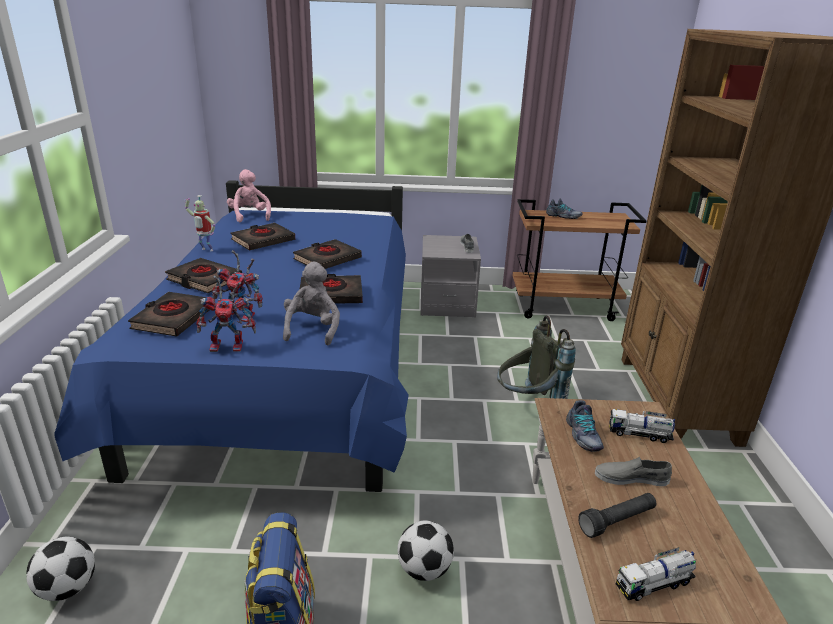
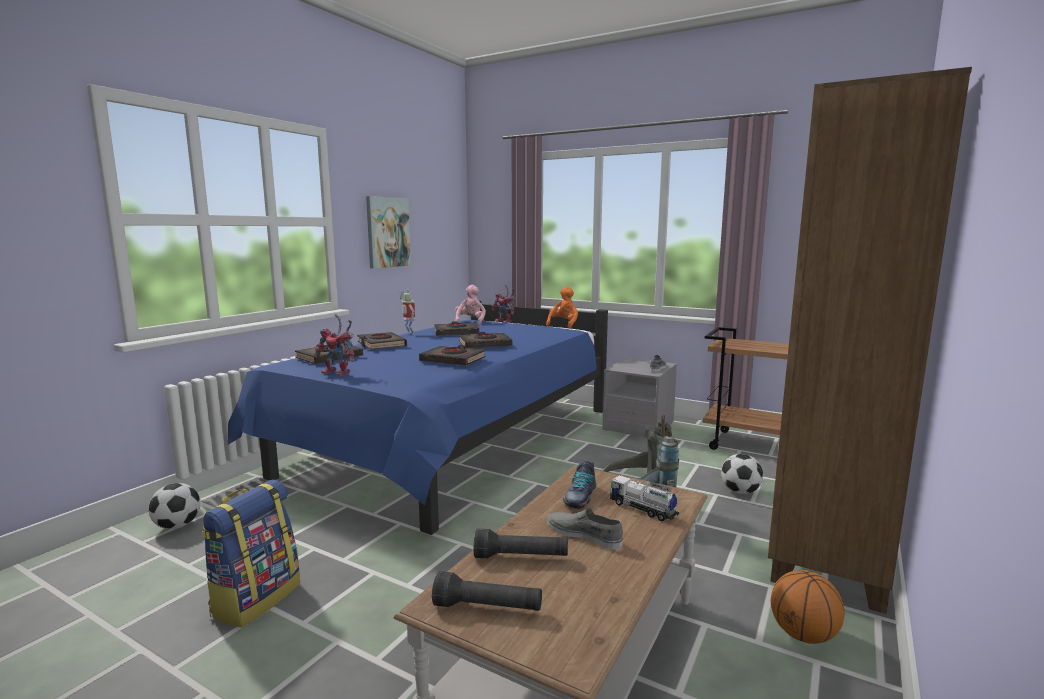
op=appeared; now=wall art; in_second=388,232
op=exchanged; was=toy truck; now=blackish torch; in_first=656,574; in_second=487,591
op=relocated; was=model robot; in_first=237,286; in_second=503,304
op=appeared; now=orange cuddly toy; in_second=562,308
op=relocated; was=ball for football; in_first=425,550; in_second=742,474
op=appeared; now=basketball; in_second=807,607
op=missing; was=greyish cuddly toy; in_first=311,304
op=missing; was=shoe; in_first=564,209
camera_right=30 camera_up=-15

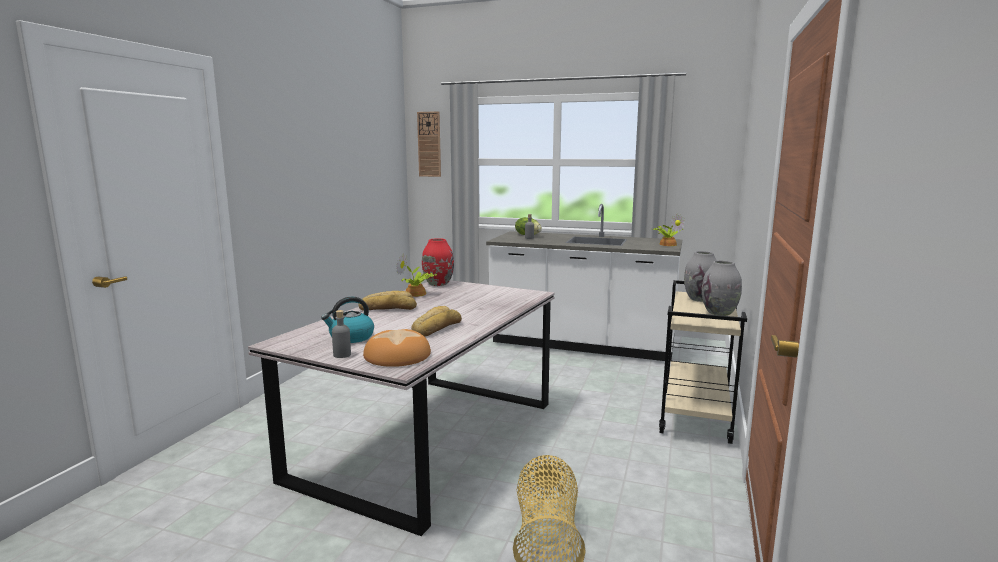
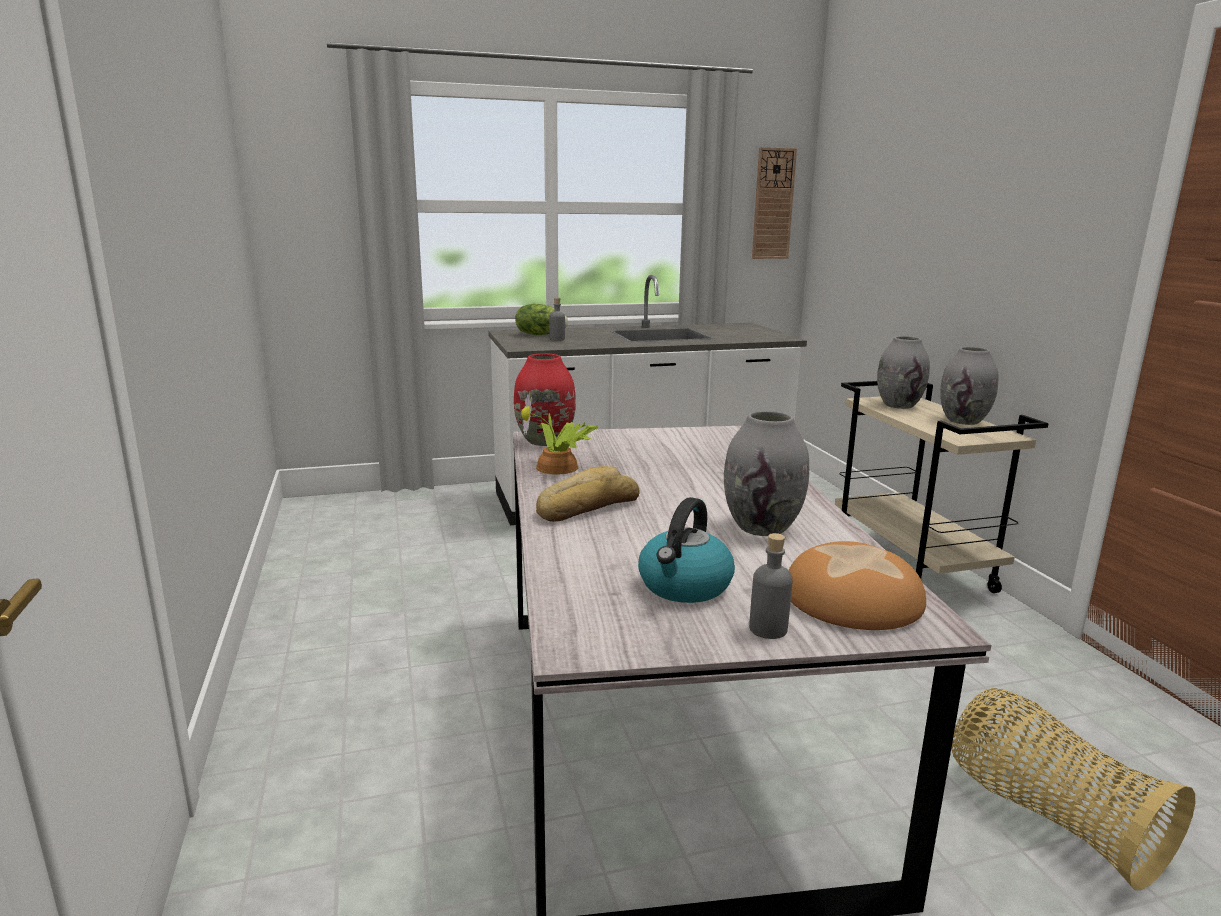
op=exchanged; was=bakery bread; now=greyish vase; in_first=436,321; in_second=766,473
op=relocated; was=clock on the wall; in_first=429,144; in_second=774,203
op=missing; was=plant in a pot; in_first=669,230
camera_right=-35 camera_up=5

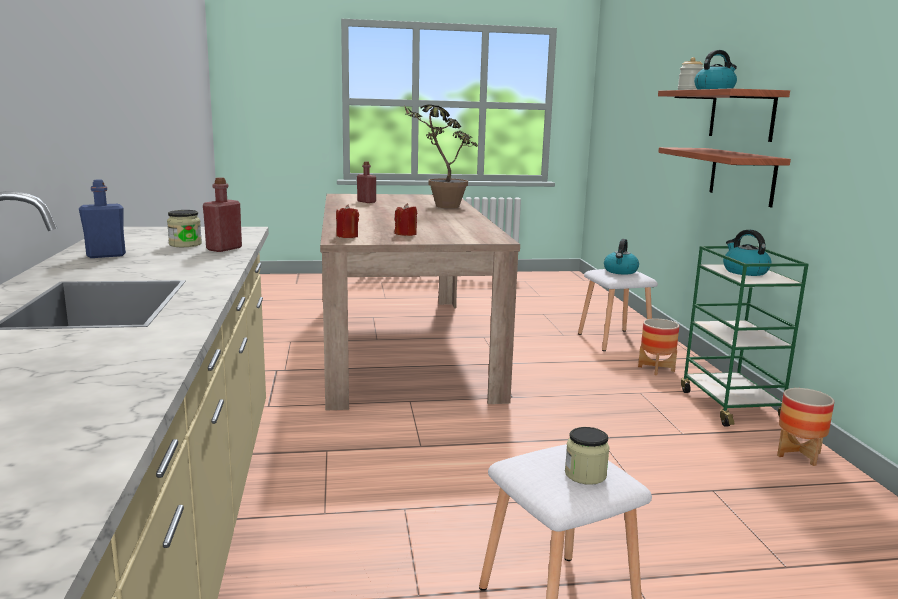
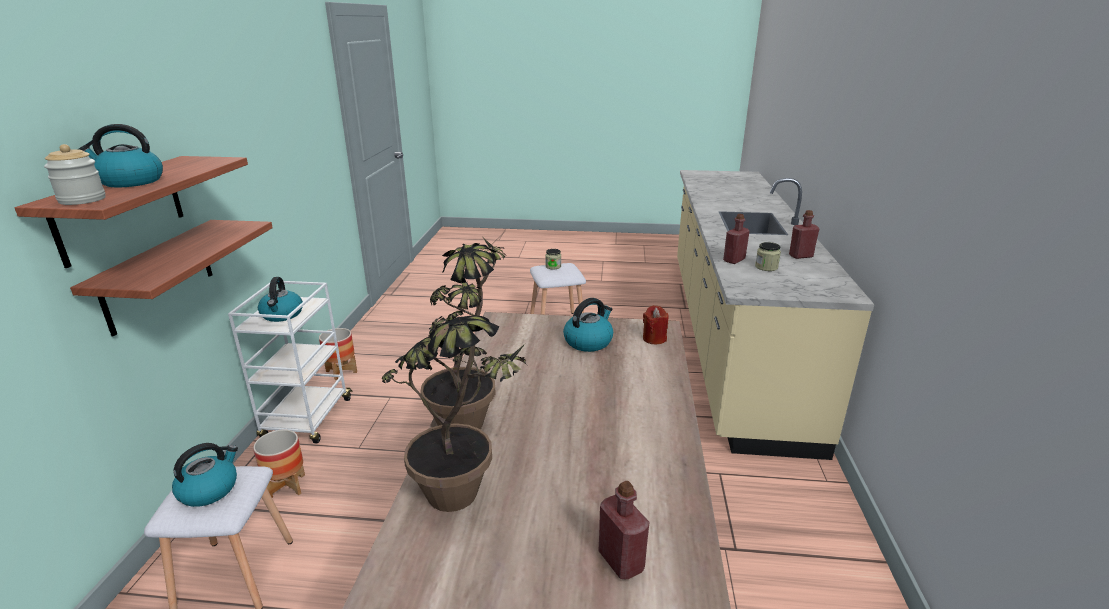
op=colour; was=greenish trolley; now=whitish trolley; in_first=745,336; in_second=290,362
op=appeared; now=plant in a pot; in_second=463,334
op=exchanged; was=reddish candle; now=water kettle; in_first=406,219; in_second=588,325
op=colour; was=blue-coloured drink bottle; now=reddish drink bottle; in_first=102,218; in_second=804,234
camera_right=-165 camera_up=10

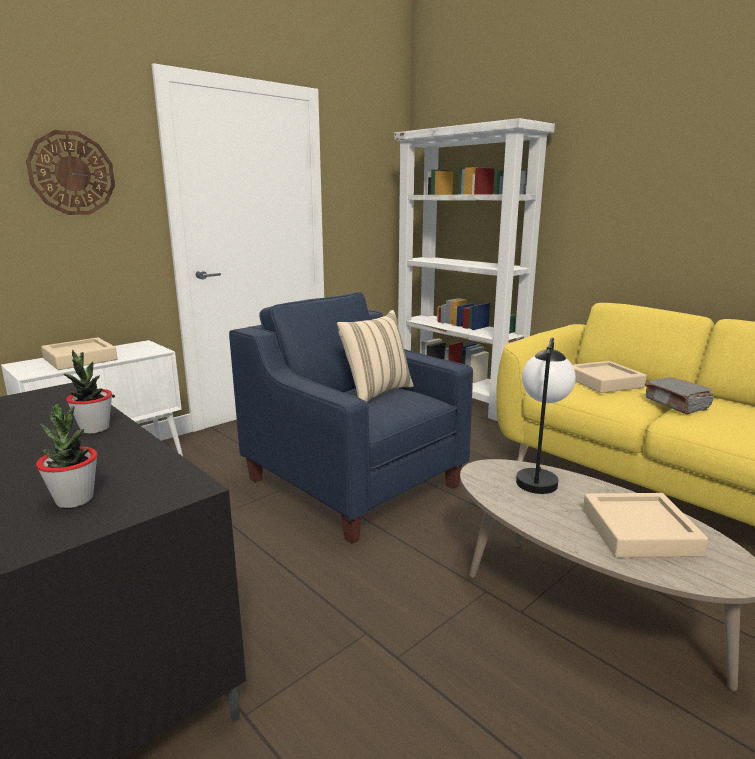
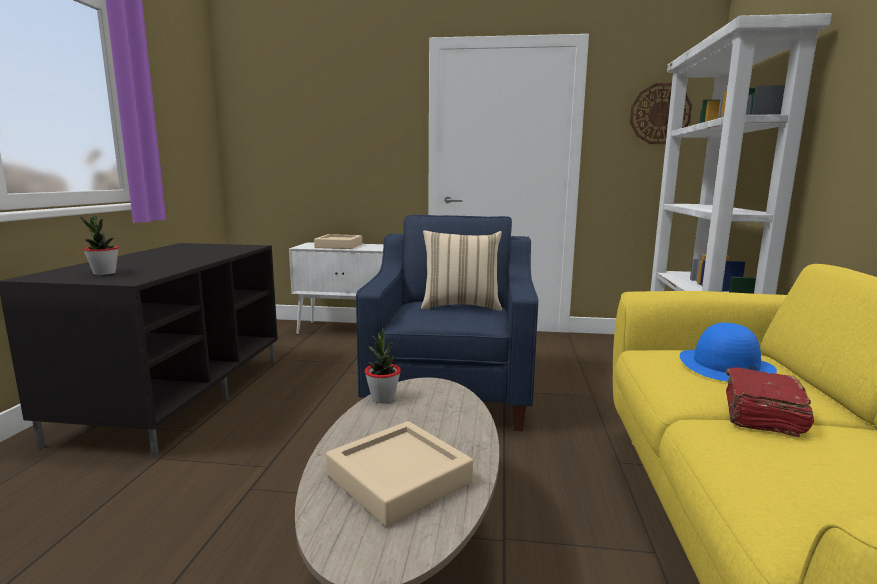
op=relocated; was=plant in a pot; in_first=87,392; in_second=383,365
op=relocated; was=clock on the wall; in_first=70,172; in_second=661,113
op=exchanged; was=beige tray; now=blue-coloured clothing hat; in_first=609,377; in_second=728,352
op=colour; was=greyish volume; now=reddish volume; in_first=679,395; in_second=770,402
op=missing; was=table lamp; in_first=546,416
camera_right=50 camera_up=-5

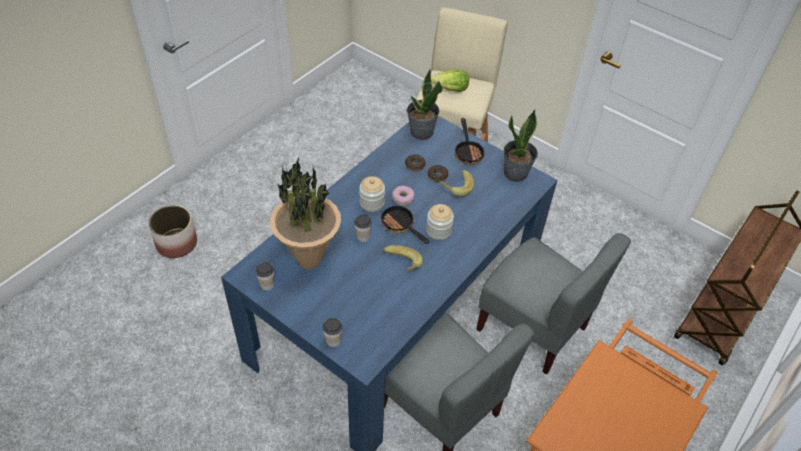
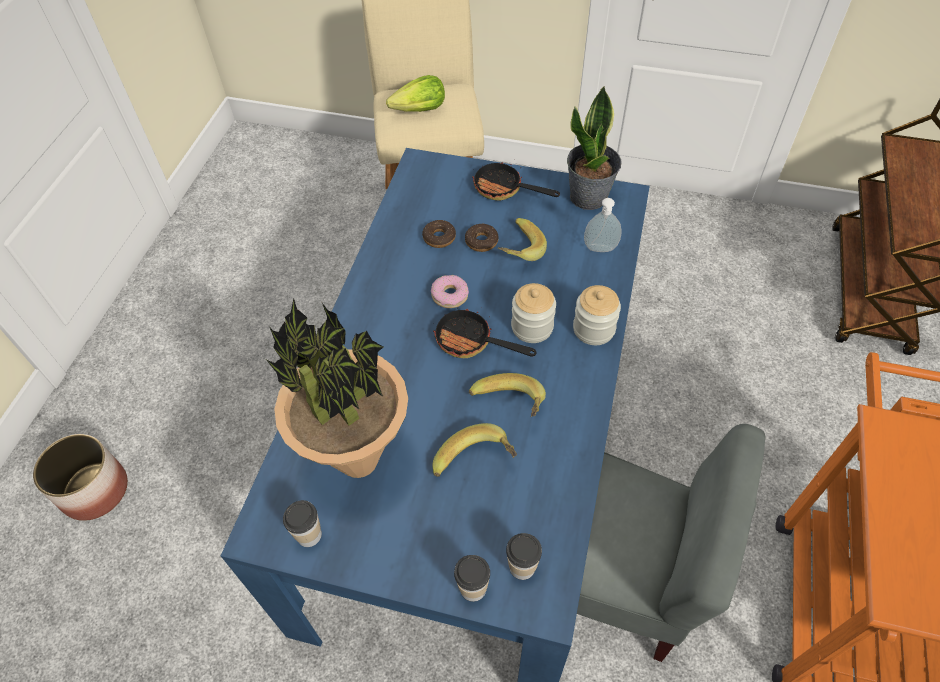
op=appeared; now=whole banana; in_second=474,450
op=spun; was=pan; in_first=469,141; in_second=516,180; clockwise=150
op=relocated; was=cup; in_first=363,228; in_second=524,556
op=relocated; was=preserve jar; in_first=372,194; in_second=597,315
op=appeared; now=soap dispenser; in_second=602,225
op=missing; was=plant in a pot; in_first=425,104
op=missing; was=greyish upright chair; in_first=553,304
camera_right=-20 camera_up=5

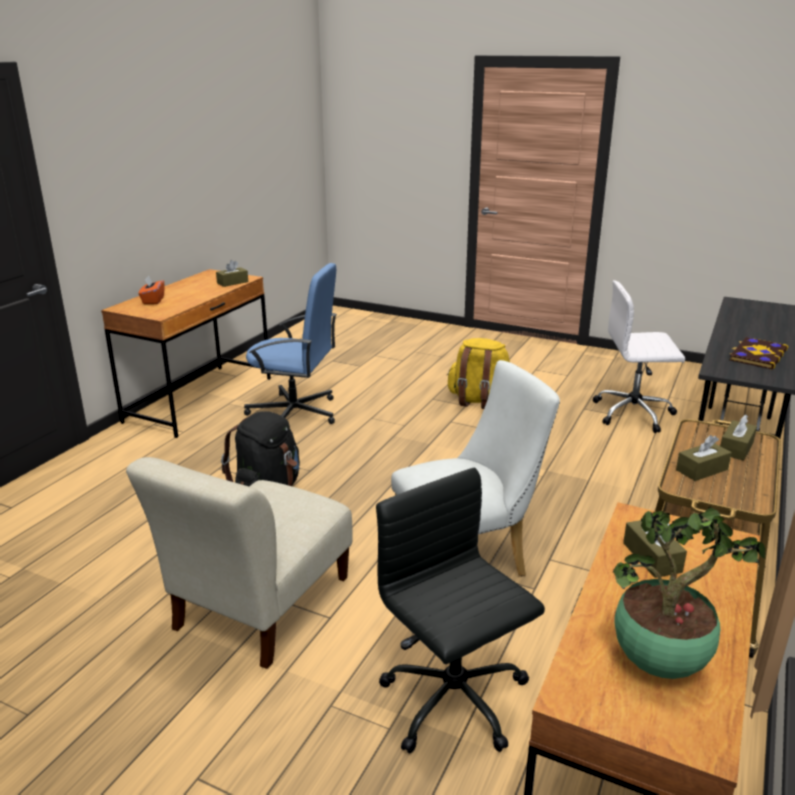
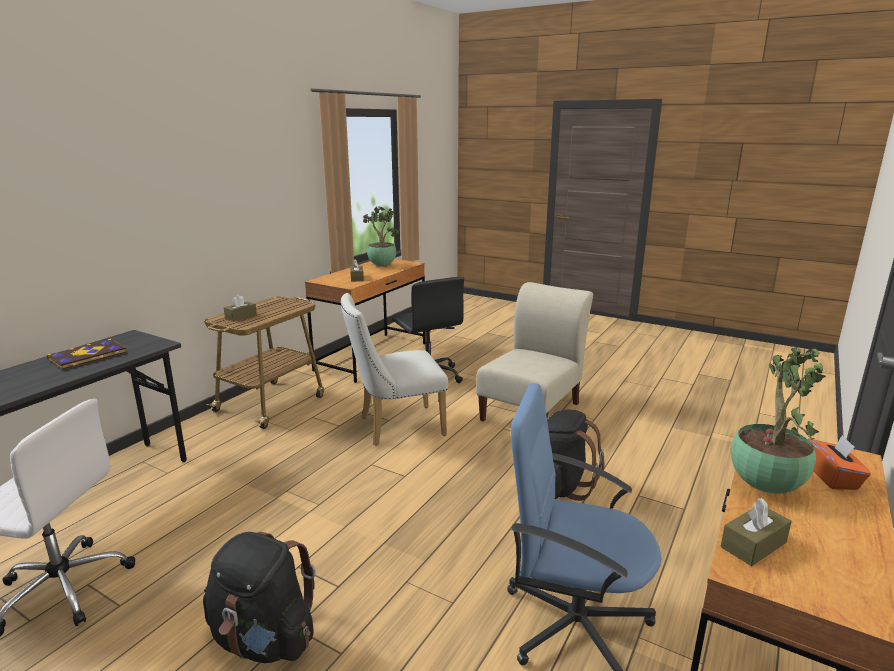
op=colour; was=yellow-coloured backpack; now=blackish backpack; in_first=478,373; in_second=259,597
op=appeared; now=plant in a pot; in_second=778,420
op=missing; was=brown-coloured box of tissues; in_first=704,458
camera_right=-175 camera_up=-5

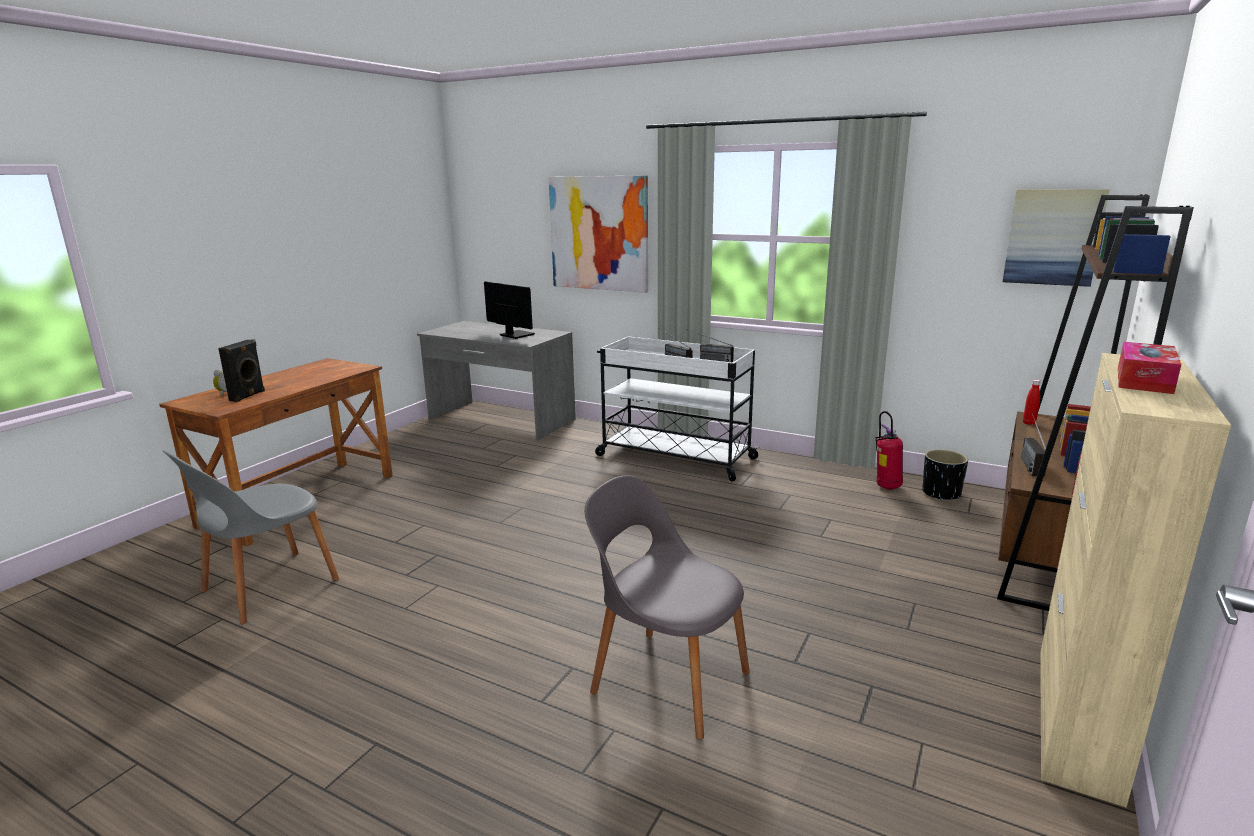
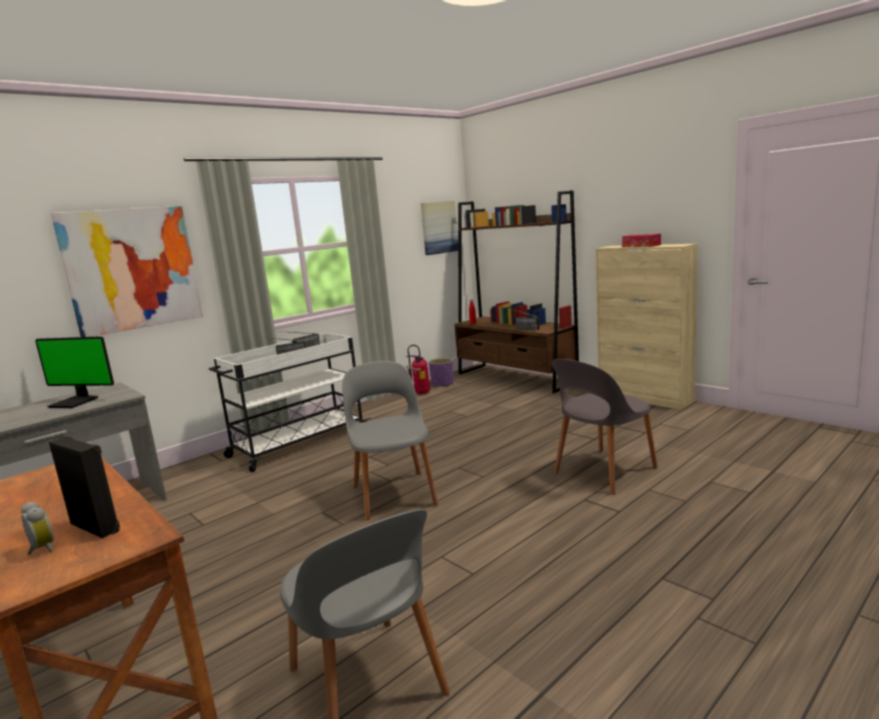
op=spun; was=computer screen; in_first=509,310; in_second=74,372; clockwise=-135
op=appeared; now=greyish upright chair; in_second=390,441
op=colour; was=blackish plant pot; now=purple plant pot; in_first=945,475; in_second=440,372
camera_right=-70 camera_up=-5

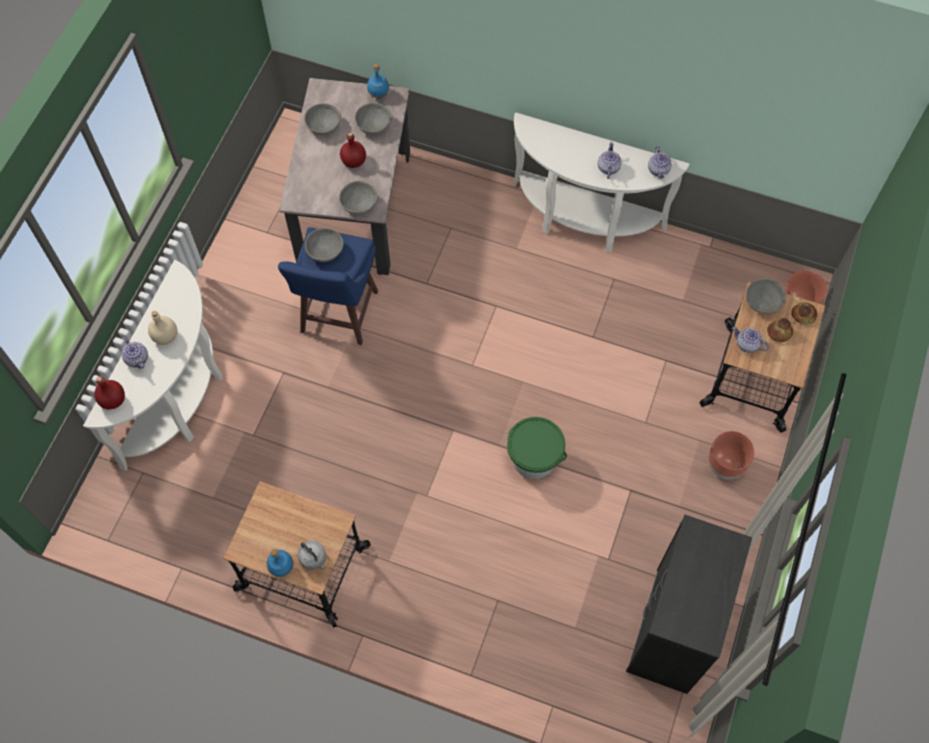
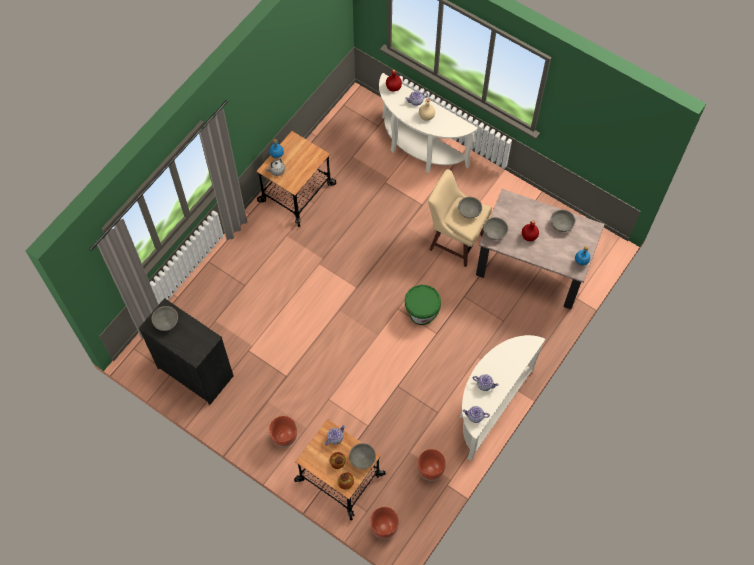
op=relocated; was=greyish deep dish; in_first=373,119; in_second=165,318
op=relocated; was=greenish water bucket; in_first=537,448; in_second=423,305
op=appeared; now=brown-coloured plant pot; in_second=432,465
op=colour; was=blue-coloured stool seat; now=beige stool seat; in_first=328,286; in_second=460,218
camera_right=105 camera_up=0

